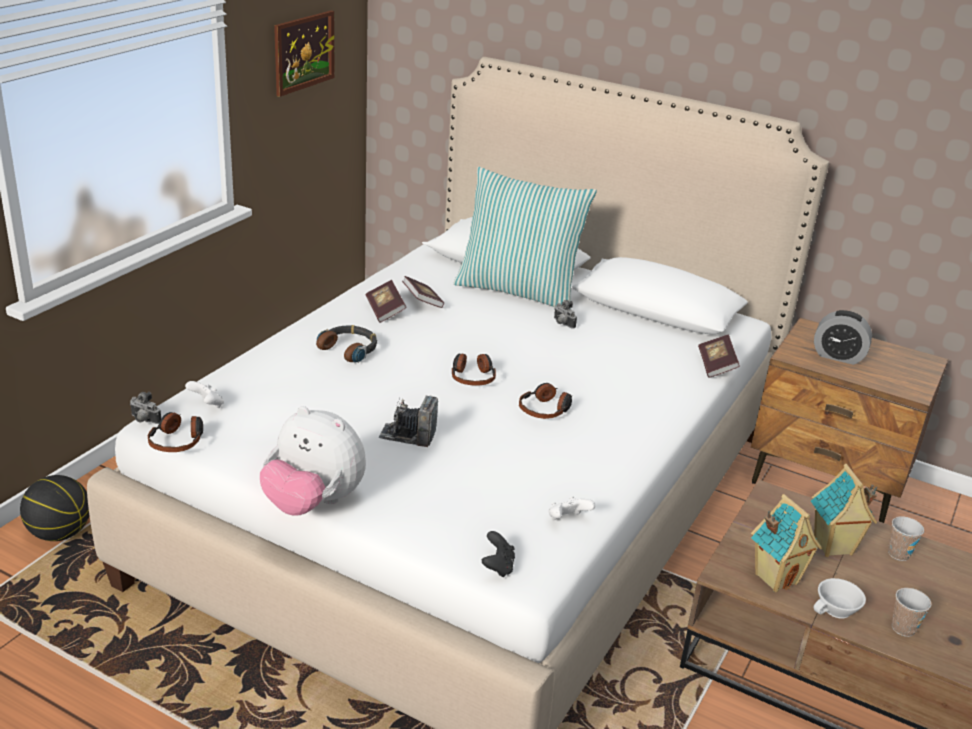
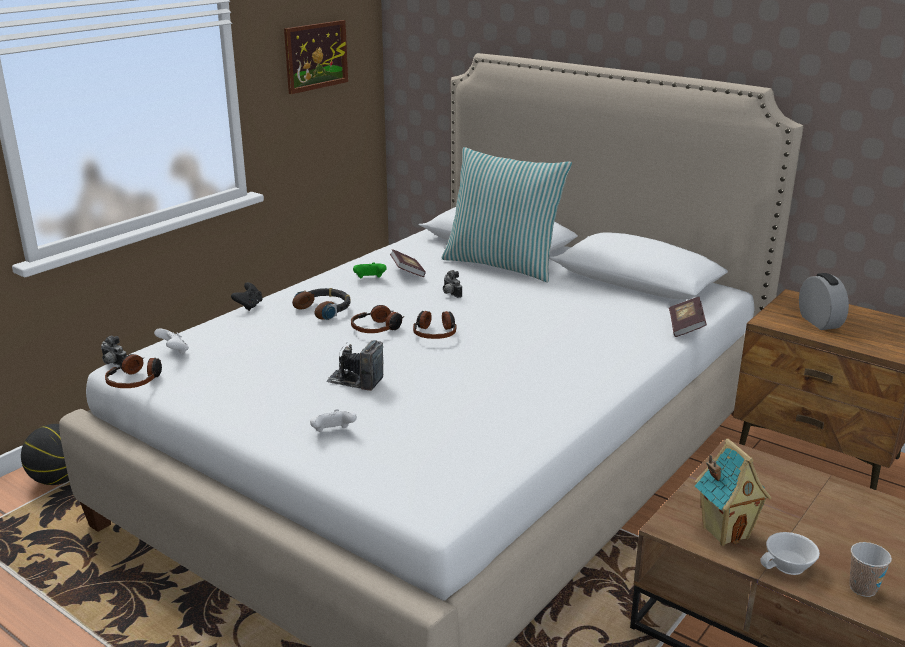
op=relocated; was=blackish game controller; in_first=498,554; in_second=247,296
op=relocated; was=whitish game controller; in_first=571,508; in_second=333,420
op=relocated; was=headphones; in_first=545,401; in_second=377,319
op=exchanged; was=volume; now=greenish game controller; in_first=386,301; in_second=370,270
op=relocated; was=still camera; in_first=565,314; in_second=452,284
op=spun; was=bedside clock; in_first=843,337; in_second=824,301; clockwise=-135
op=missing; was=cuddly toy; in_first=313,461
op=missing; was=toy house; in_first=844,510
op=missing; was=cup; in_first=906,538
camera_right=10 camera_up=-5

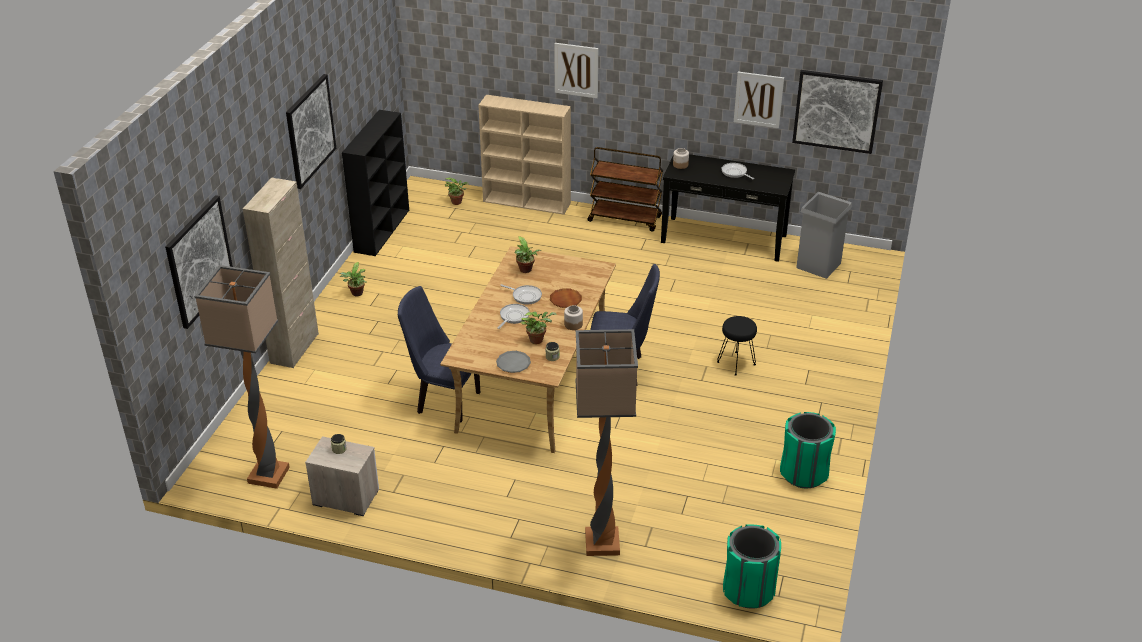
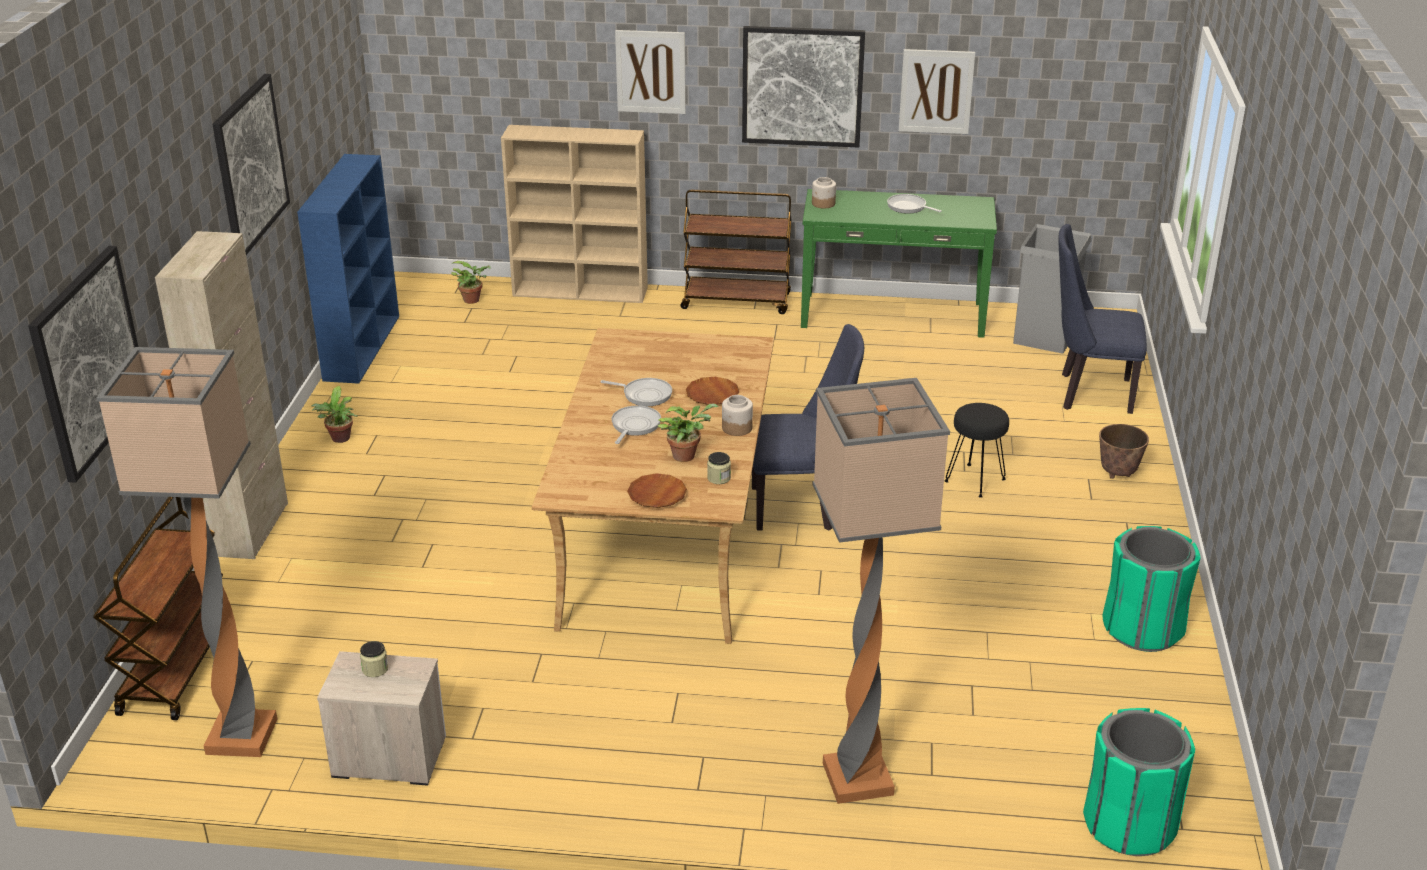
op=appeared; now=brown-coloured trolley; in_second=158,608
op=colour; was=blackish bookcase; now=blue-coloured bookcase; in_first=375,183; in_second=348,269
op=colour; was=greyish flat dish; now=brown-coloured flat dish; in_first=513,362; in_second=657,490
op=relocated; was=wall art; in_first=837,112; in_second=803,87
op=colour; was=blackish narrow table; now=greenish narrow table; in_first=728,208; in_second=899,263
op=relocated; was=blue-coloured upright chair; in_first=439,354; in_second=1102,319
op=appeared; now=plant pot; in_second=1124,451
op=missing; was=plant in a pot; in_first=528,254
camera_right=-10 camera_up=-5

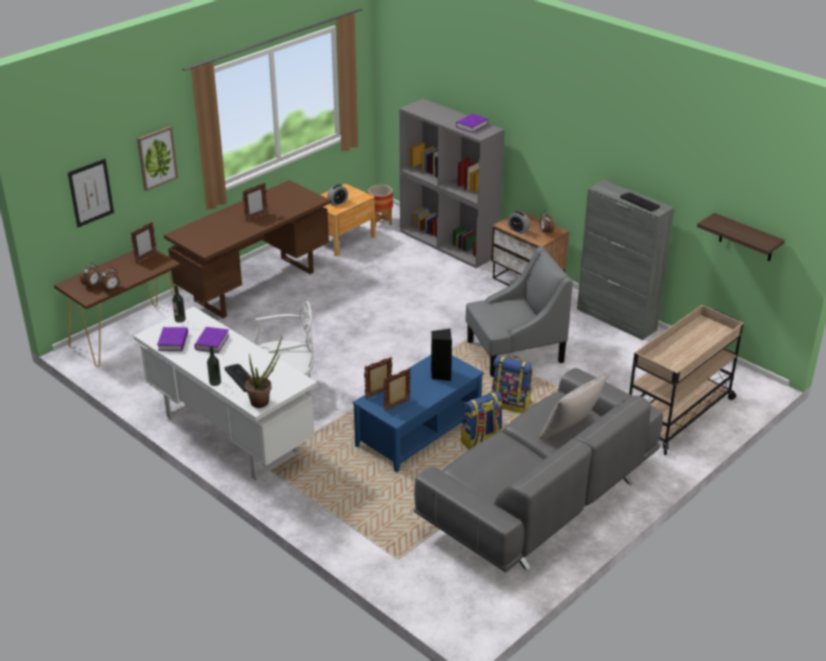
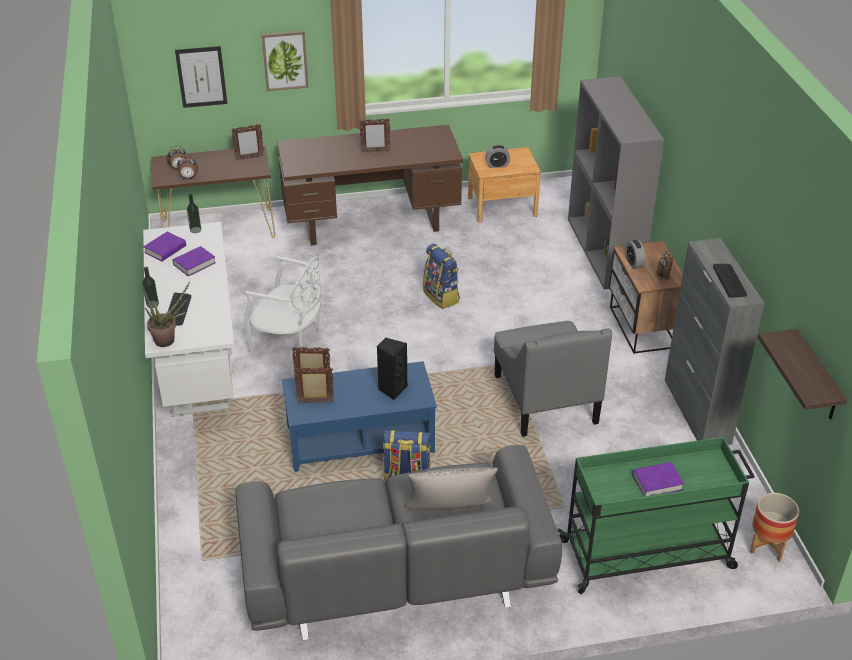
op=relocated; was=backpack; in_first=512,384; in_second=441,276
op=spun; was=greyish lounge chair; in_first=519,311; in_second=553,379; clockwise=60
op=colour; was=beige trolley; now=greenish trolley; in_first=686,380; in_second=656,515
op=relocated; was=purple volume; in_first=472,123; in_second=658,479
op=relocated; was=plant pot; in_first=380,206; in_second=774,527
camera_right=35 camera_up=5

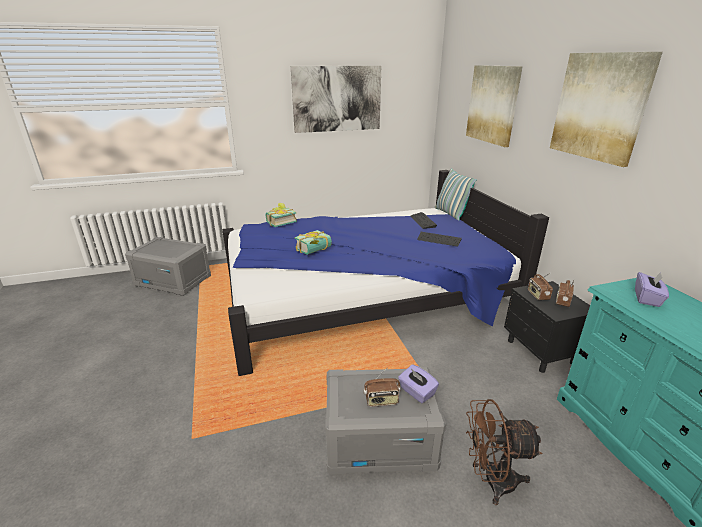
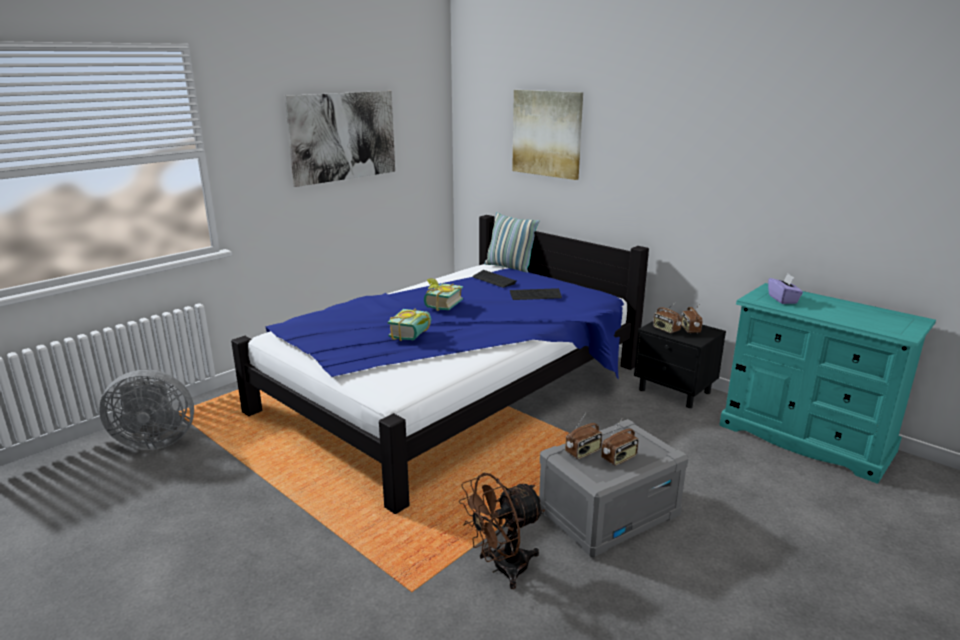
op=exchanged; was=greyish storage box; now=greyish electric fan; in_first=168,266; in_second=146,410
op=relocated; was=volume; in_first=281,215; in_second=443,294
op=relocated; was=brown-coloured electric fan; in_first=504,452; in_second=502,531
op=appeared; now=radio; in_second=583,436
op=missing; was=purple box of tissues; in_first=418,383
op=missing; was=wall art; in_first=606,109
camera_right=-30 camera_up=-5

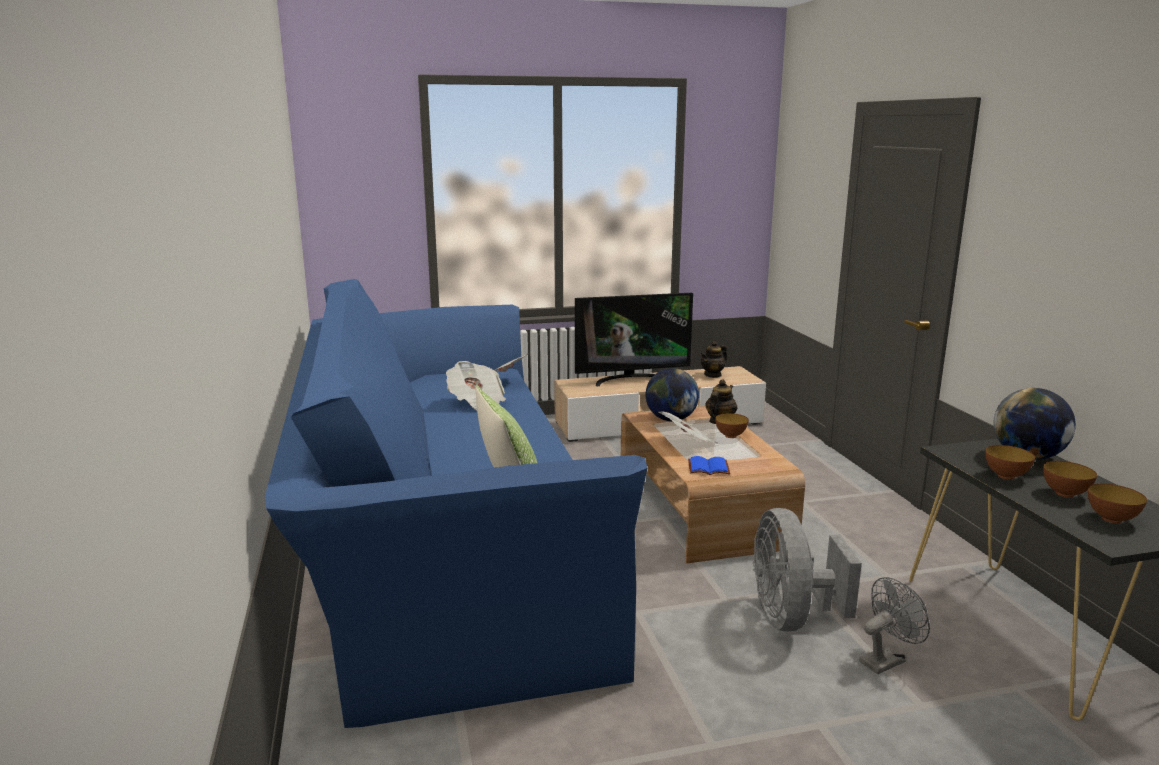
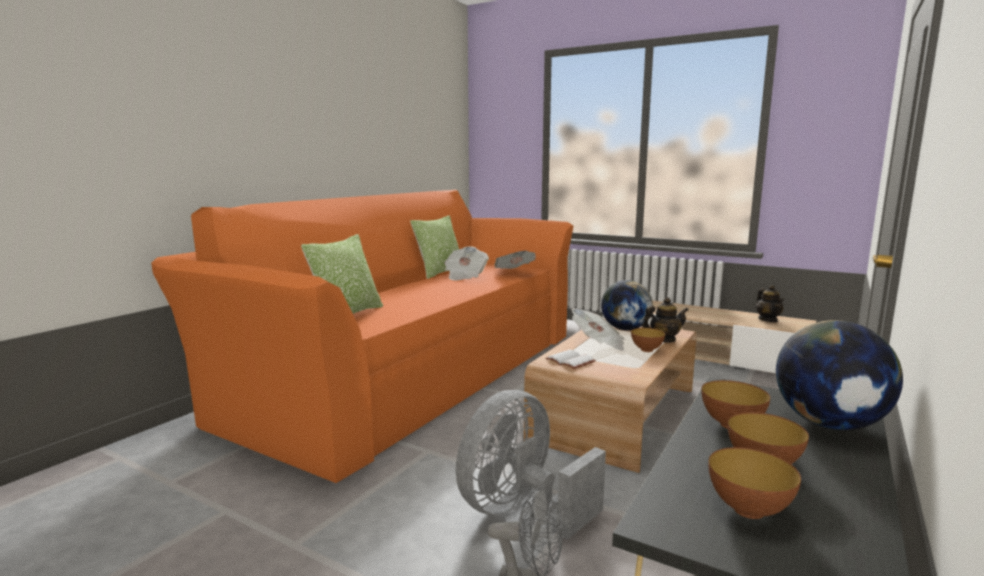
op=colour; was=blue-coloured couch; now=orange couch; in_first=456,503; in_second=362,336
op=appeared; now=throw pillow; in_second=434,247
op=colour; was=blue-coloured volume; now=whitish volume; in_first=709,465; in_second=570,359
op=spun; was=teapot; in_first=713,359; in_second=770,303; clockwise=-105
op=missing; was=TV; in_first=634,339
camera_right=45 camera_up=-5

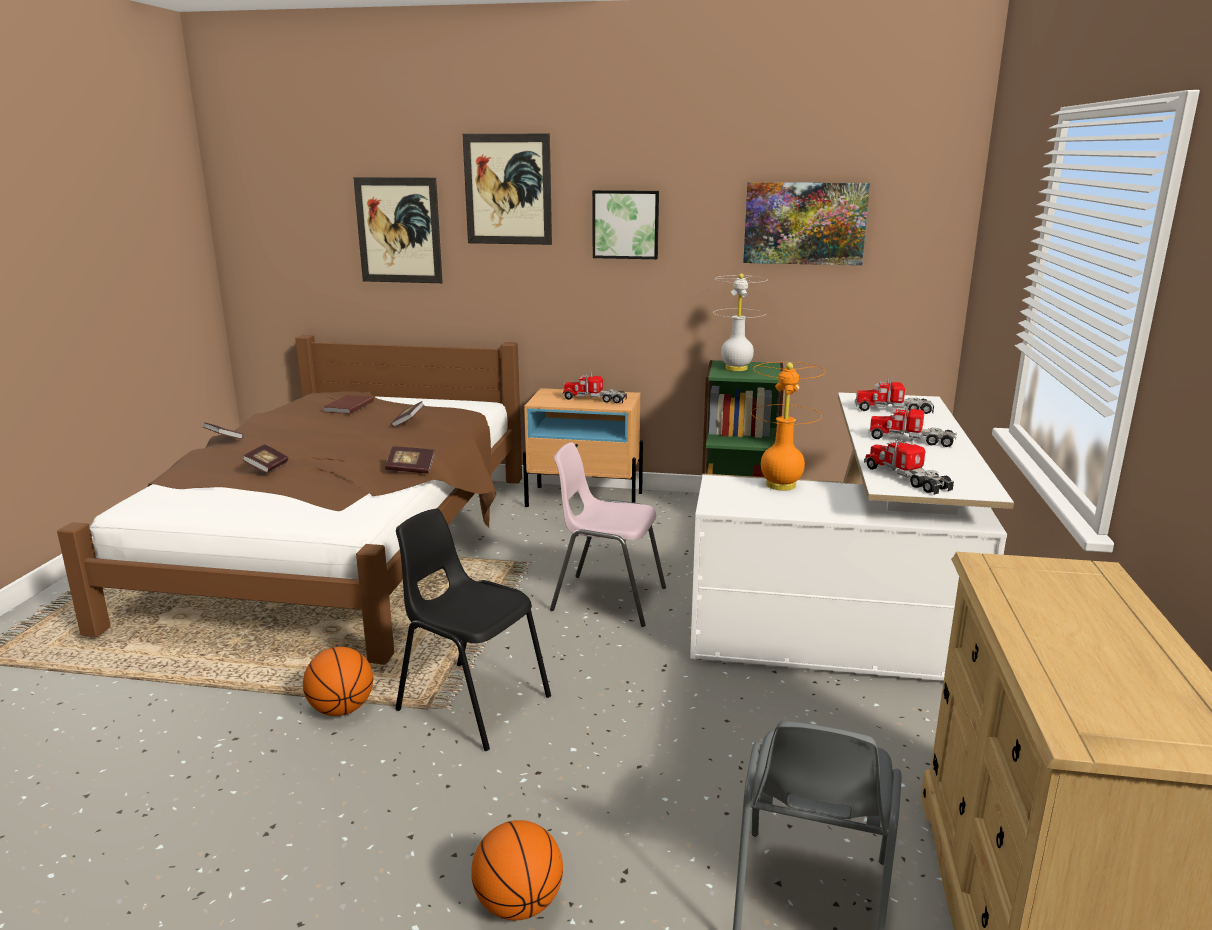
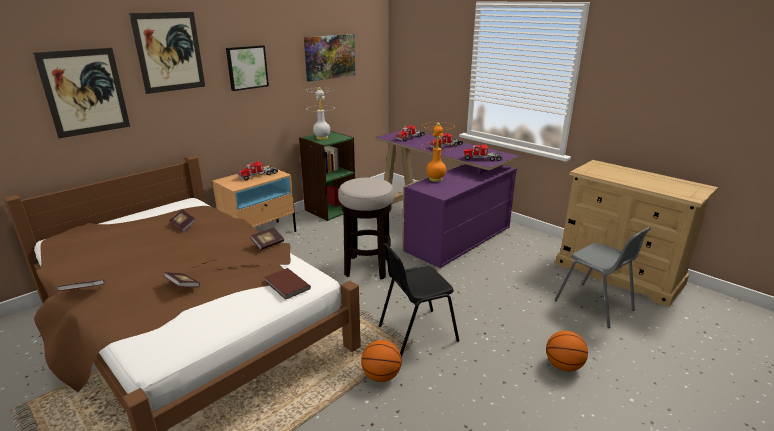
op=relocated; was=brown-coloured volume; in_first=348,404; in_second=287,284
op=exchanged; was=pink-coloured upright chair; now=stool seat; in_first=608,534; in_second=366,229
op=colour; was=whitish desk; now=purple desk; in_first=852,536; in_second=447,199
camera_right=-55 camera_up=5

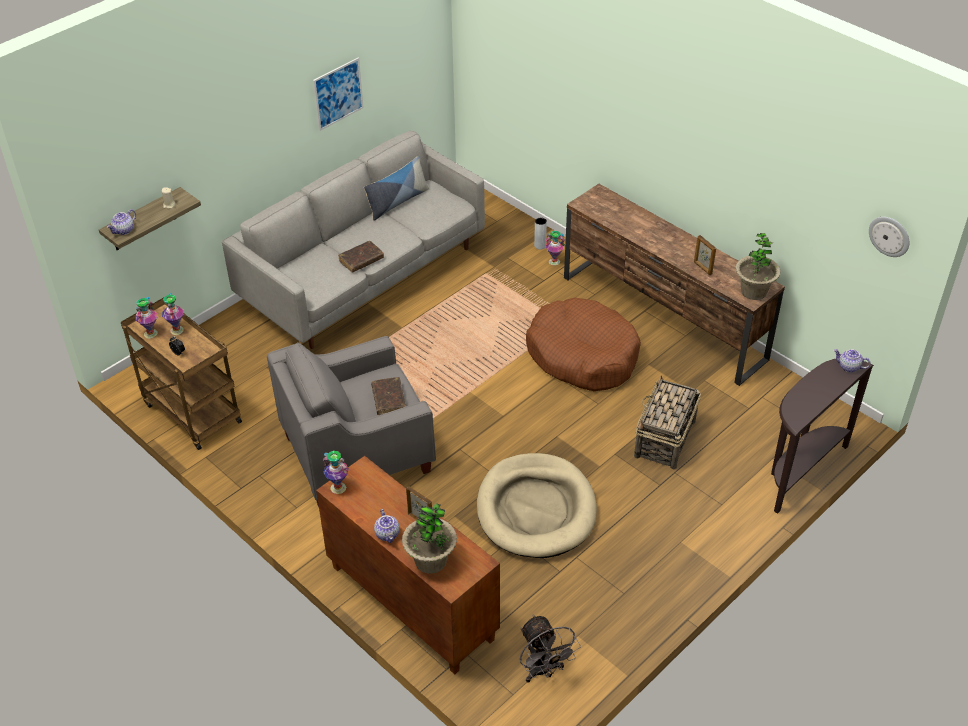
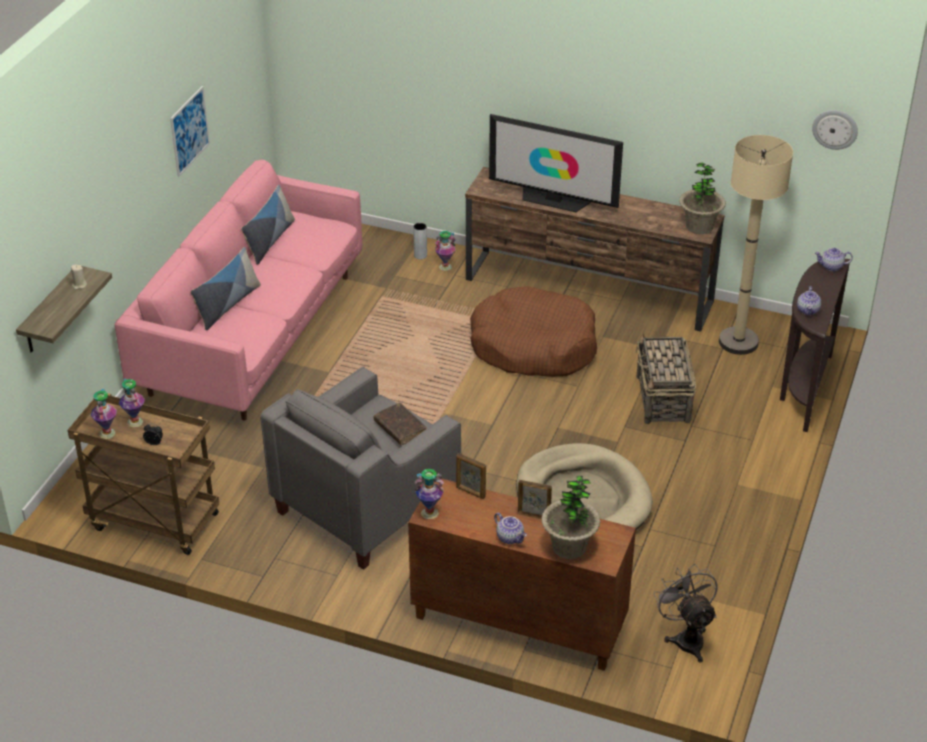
op=colour; was=greyish couch; now=pink-coloured couch; in_first=353,240; in_second=238,290
op=appeared; now=throw pillow; in_second=226,288
op=relocated; was=standing frame; in_first=705,255; in_second=471,476
op=appeared; now=TV; in_second=556,163
op=spun; was=greyish electric fan; in_first=550,649; in_second=685,613; clockwise=-150
op=appeared; now=beige floor lamp; in_second=756,245
op=relocated; was=teapot; in_first=121,222; in_second=809,301
op=missing; was=brown-coloured volume; in_first=361,256
camera_right=-25 camera_up=-5

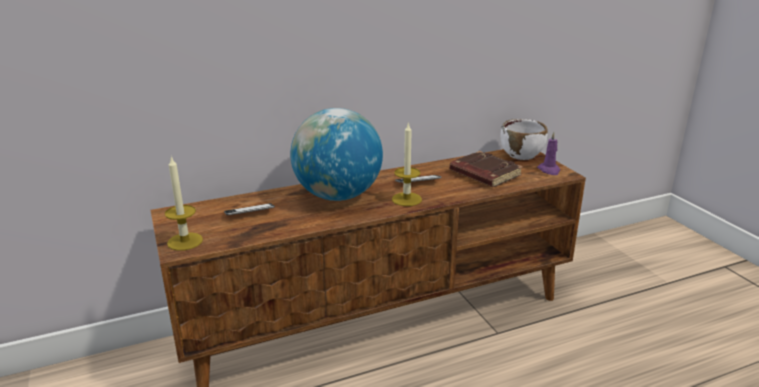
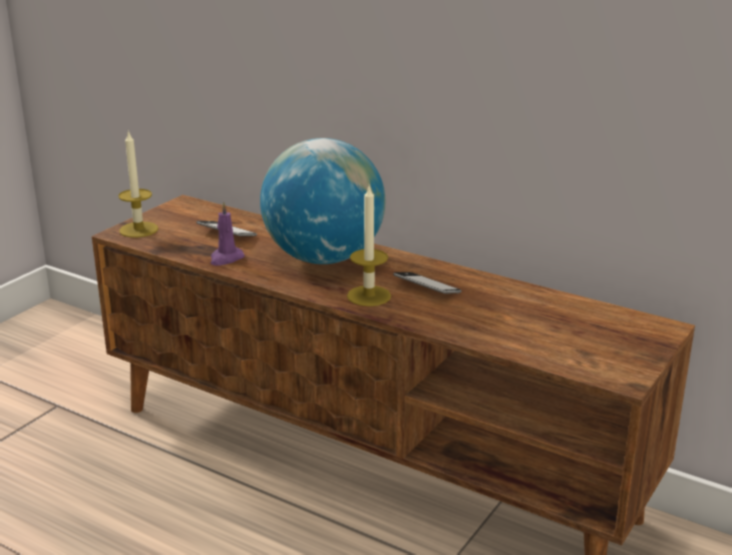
op=relocated; was=purple candle; in_first=548,153; in_second=228,233
op=missing; was=brown-coloured volume; in_first=486,169
op=missing; was=whitish deep dish; in_first=524,139
camera_right=55 camera_up=0

